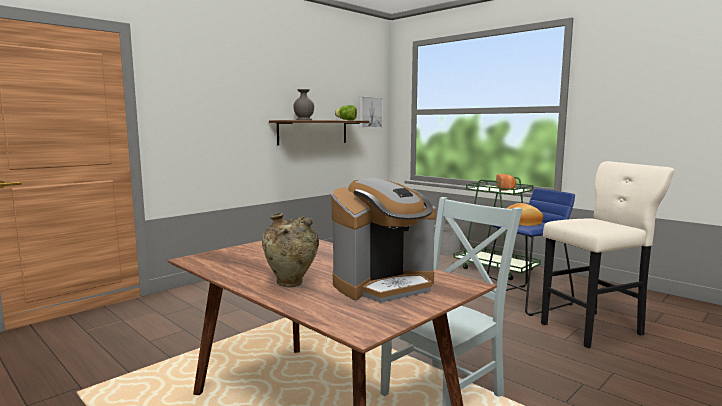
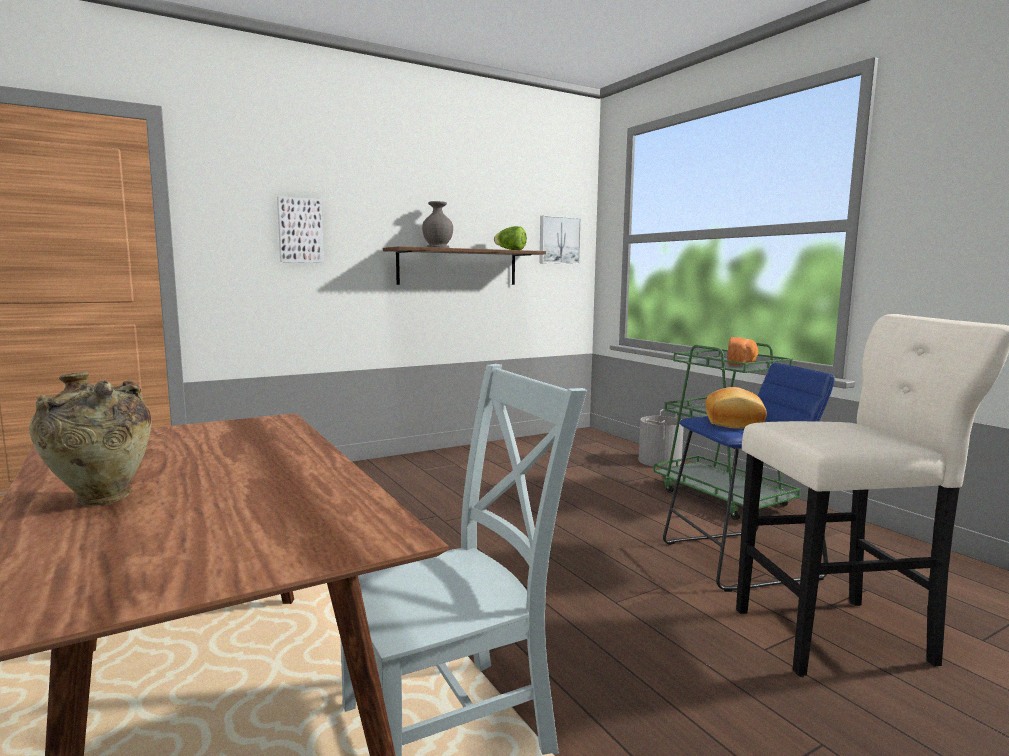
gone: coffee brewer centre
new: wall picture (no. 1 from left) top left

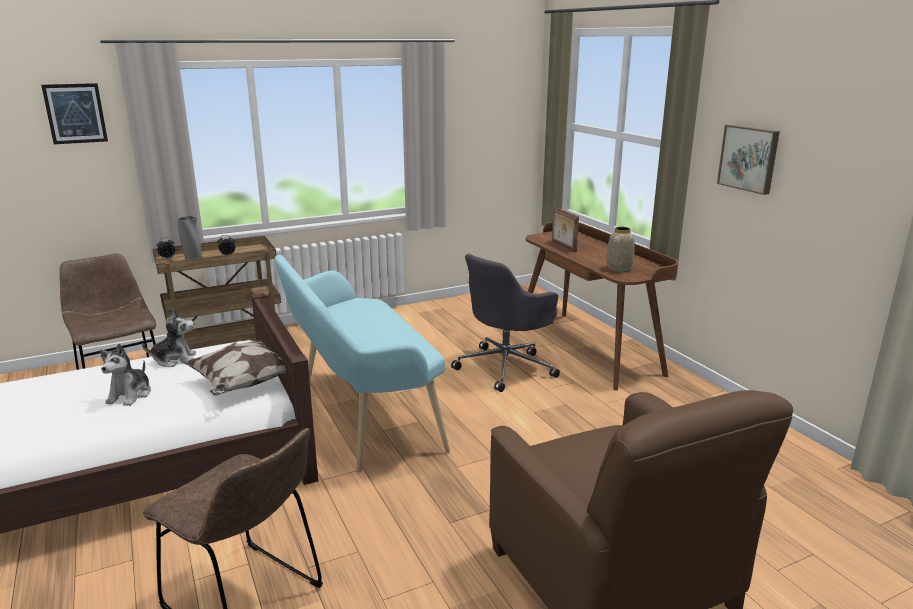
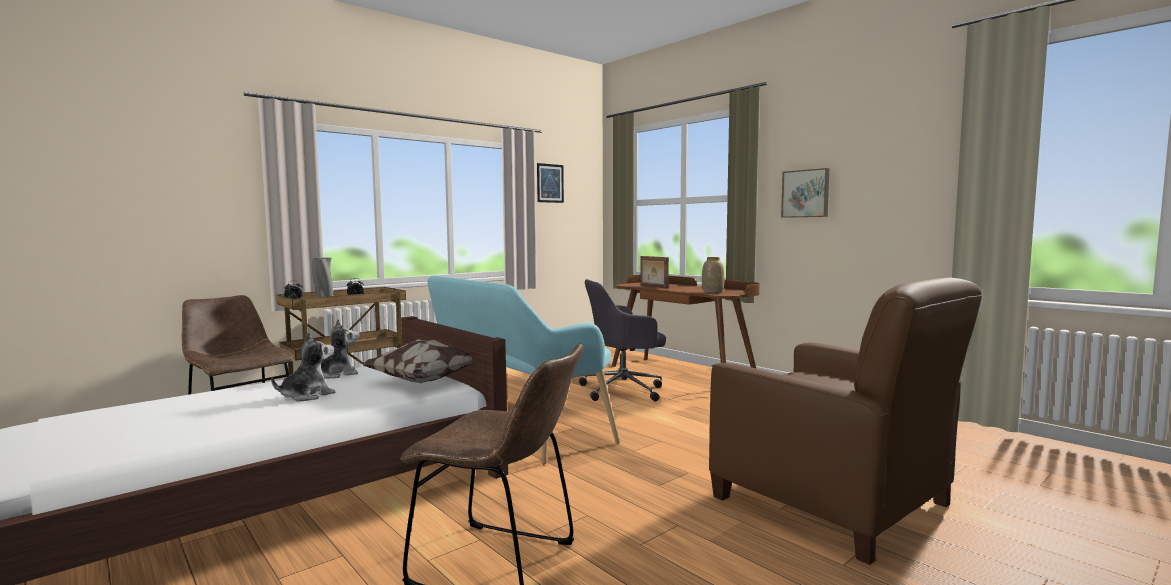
shifted: wall picture (no. 1 from left) top left to top centre
rotated: soft toy (no. 1 from left) middle left = middle left 135 degrees counterclockwise; greyish desk chair centre = centre 45 degrees clockwise

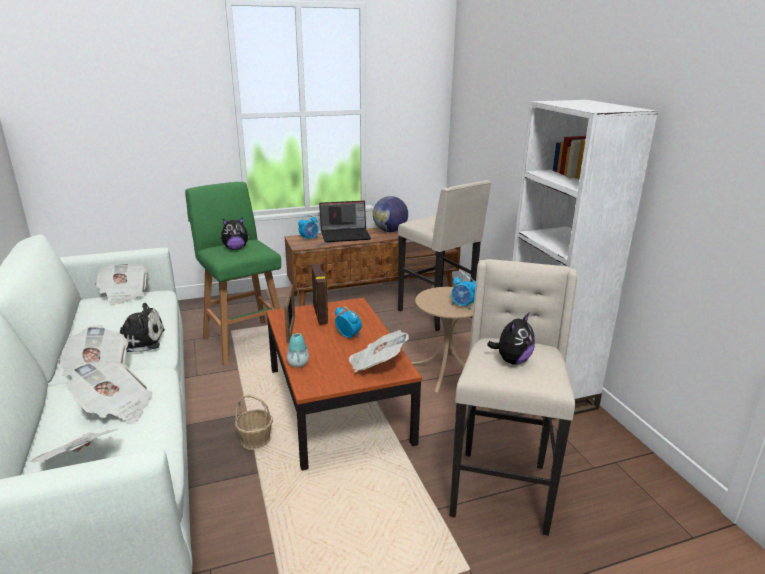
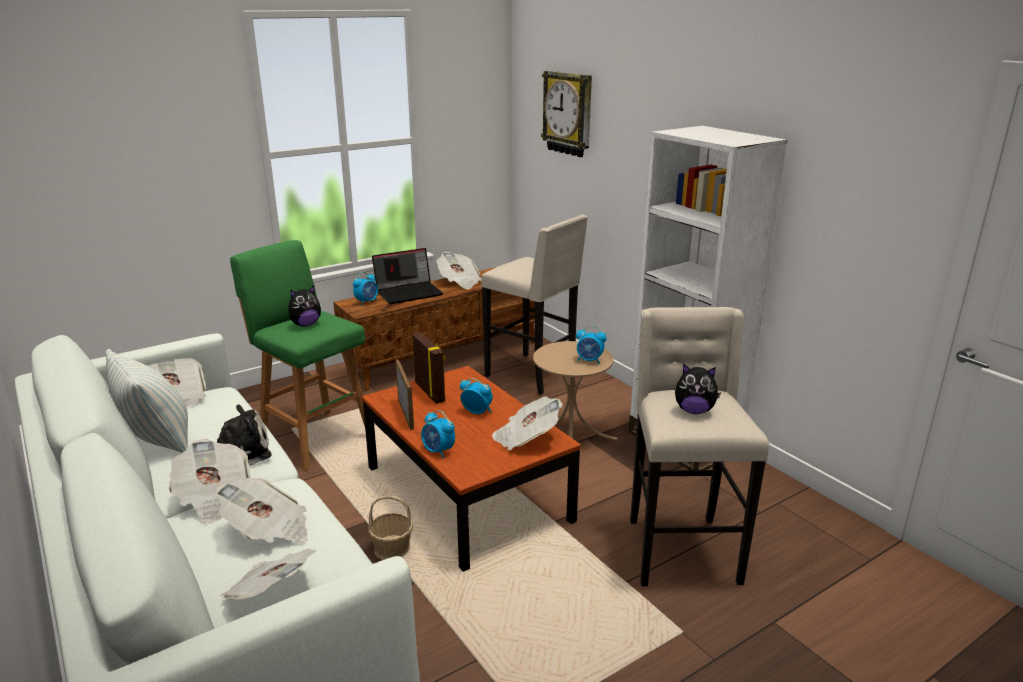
new: pillow middle left; clock on the wall top centre
swapped: vase centre to bedside clock (no. 2 from left) centre; world globe centre to newspaper (no. 5 from left) centre
rotated: soft toy (no. 3 from left) middle right = middle right 75 degrees clockwise

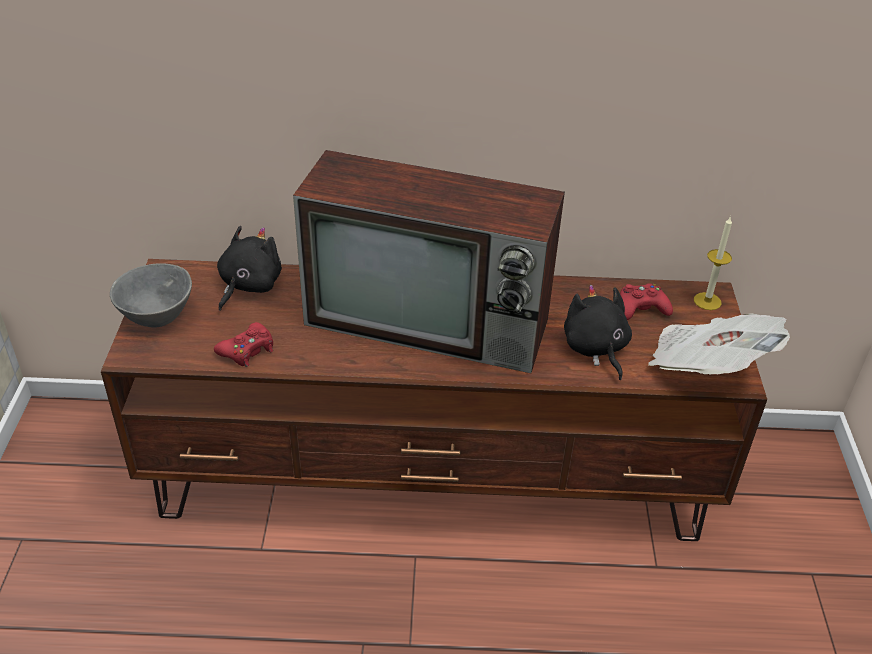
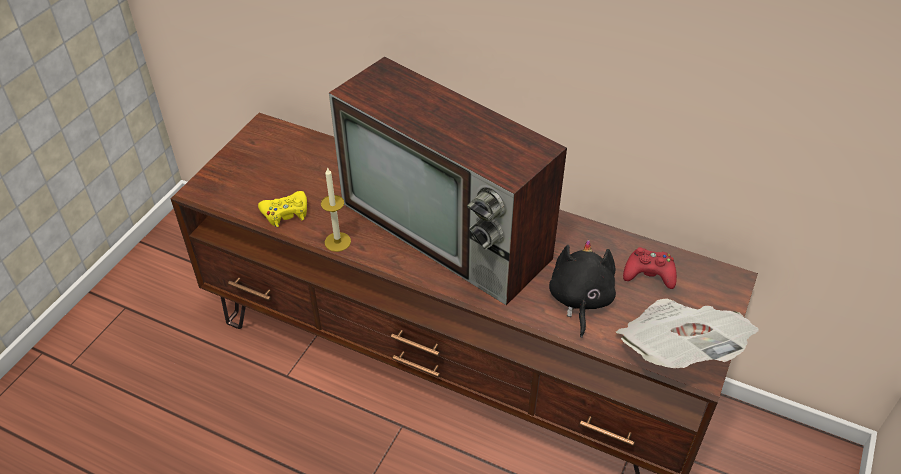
gone: greyish bowl middle left; blackish soft toy (no. 1 from left) middle left
shifted: candle middle right to centre
repainted: red joypad (no. 1 from left) middle left to yellowish joypad middle left

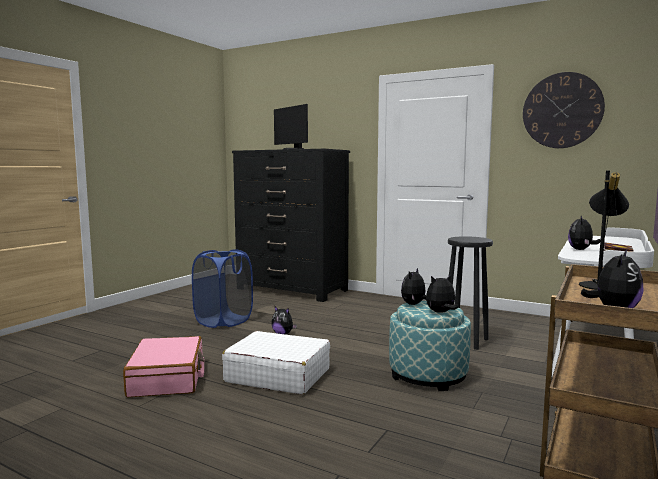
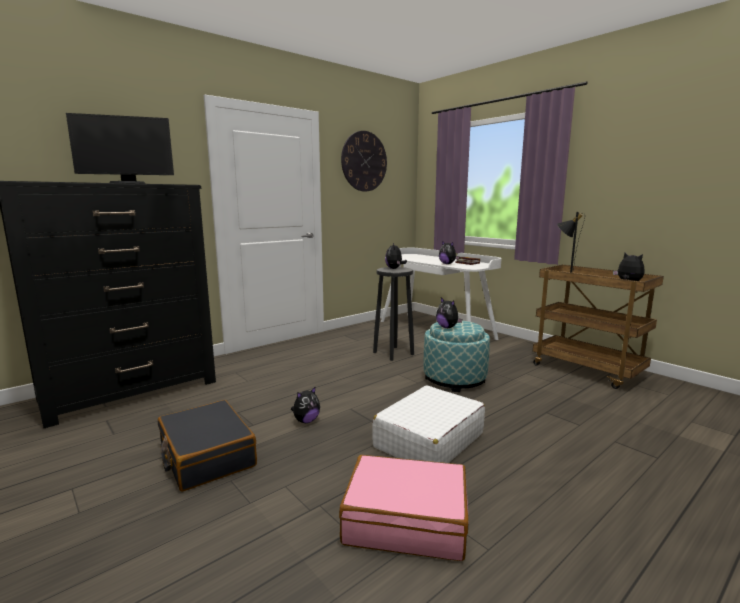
shifted: soft toy (no. 3 from left in the first image) middle right to soft toy (no. 2 from left) centre
swapped: blue laundry basket centre to blackish travel case bottom left

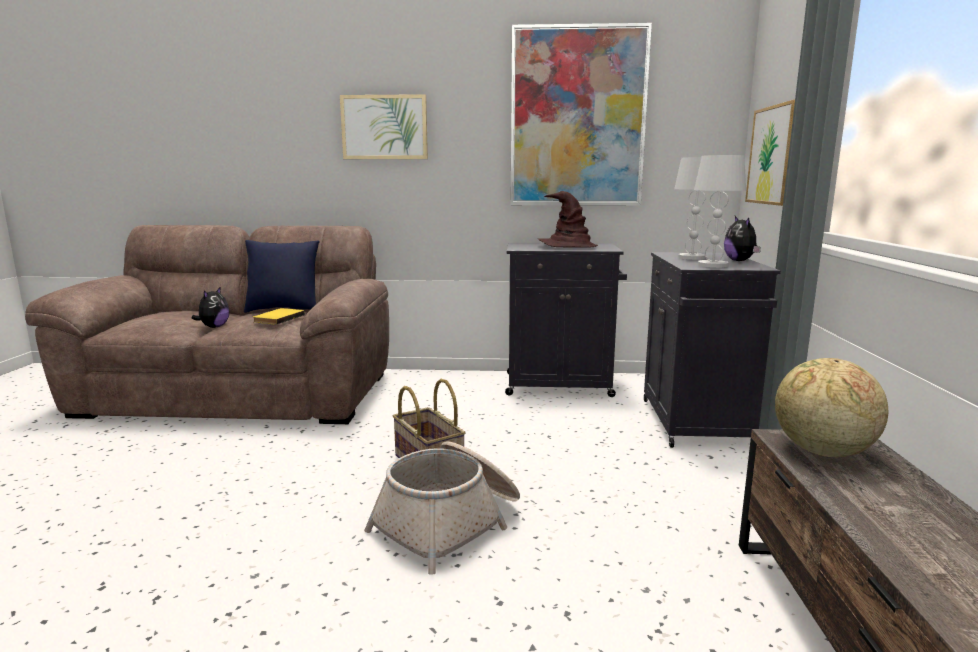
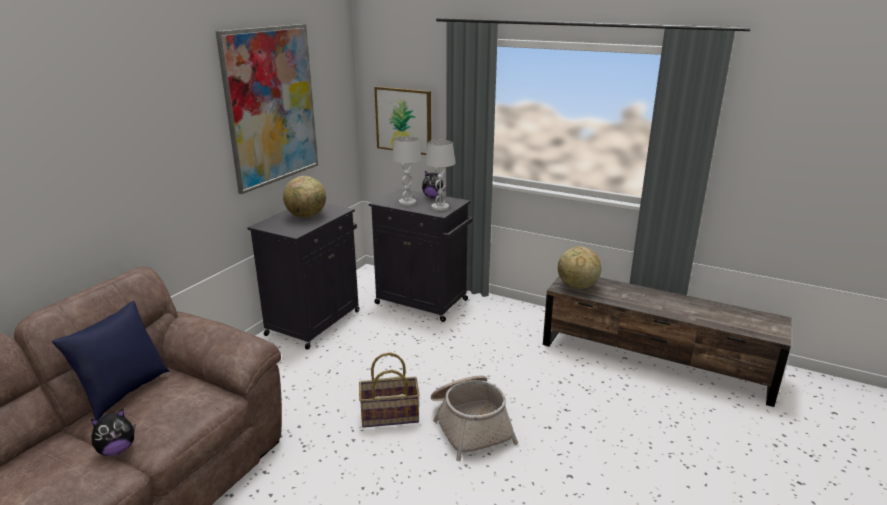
gone: yellowish book middle left; wall picture (no. 1 from left) top centre
swapped: brown hat centre to world globe (no. 1 from left) centre
rotated: soft toy (no. 1 from left) middle left = bottom left 105 degrees clockwise

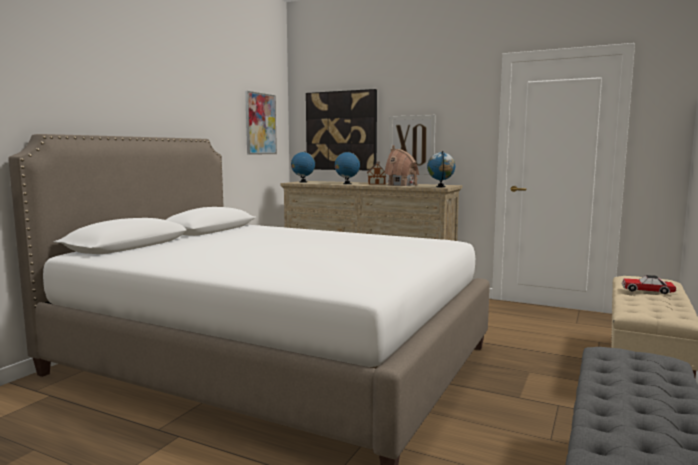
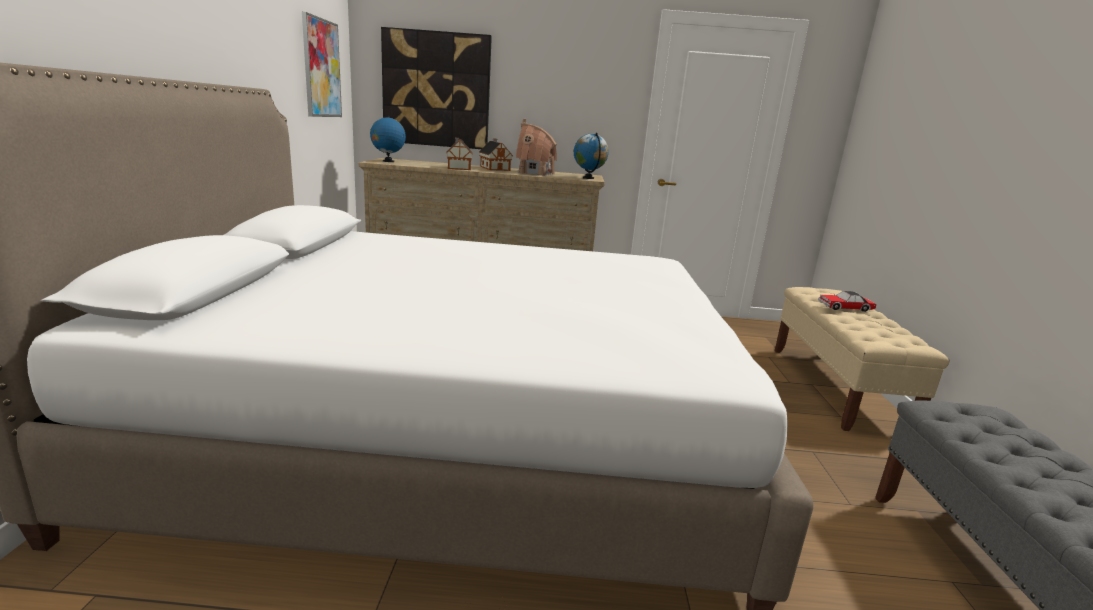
gone: wall picture (no. 3 from left) top centre
swapped: world globe (no. 2 from left) centre to model house (no. 1 from left) top centre

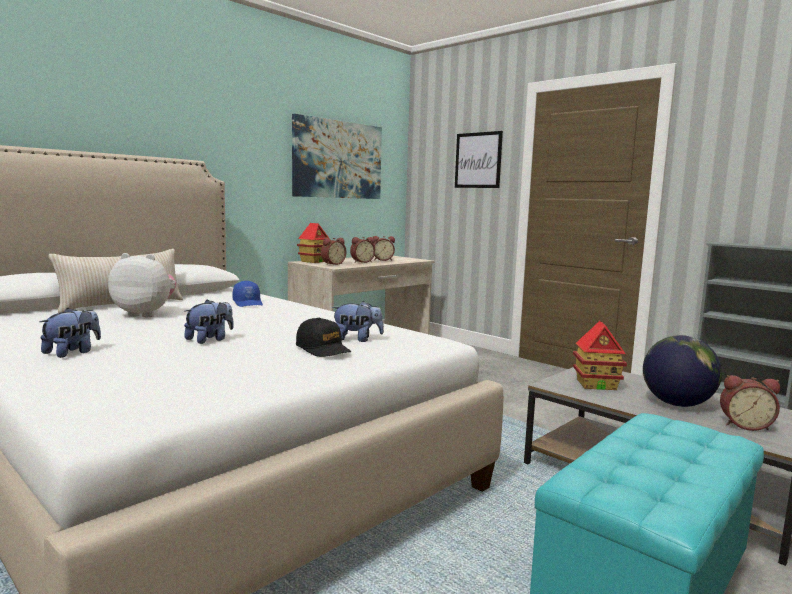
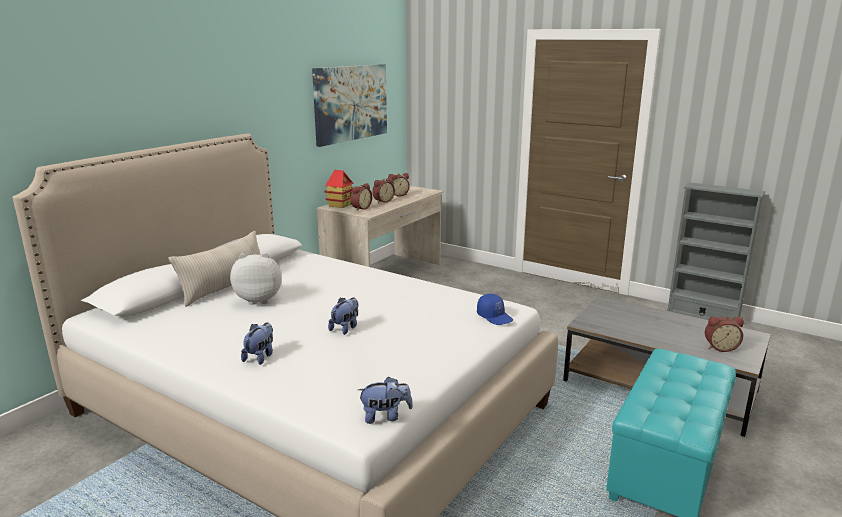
gone: blackish peaked cap centre; wall picture (no. 2 from left) top centre; model house (no. 2 from left) middle right; world globe middle right
shifted: soft toy (no. 4 from left) centre to bottom centre; blue peaked cap middle left to centre

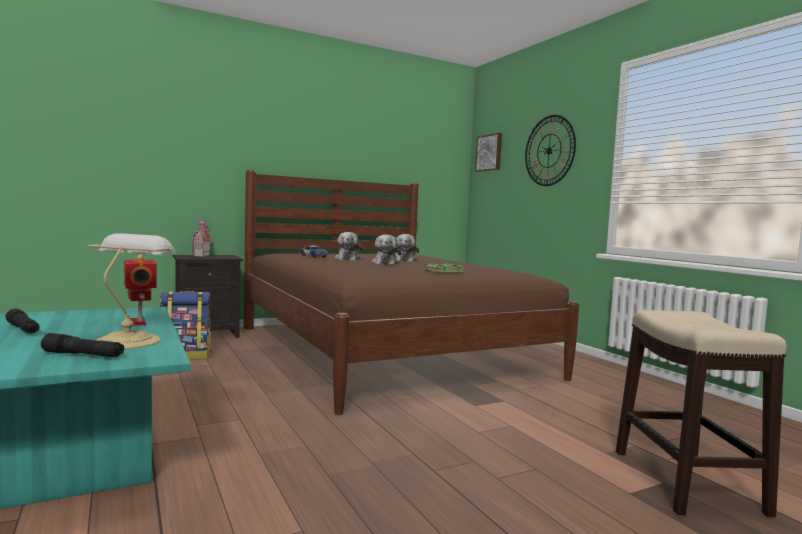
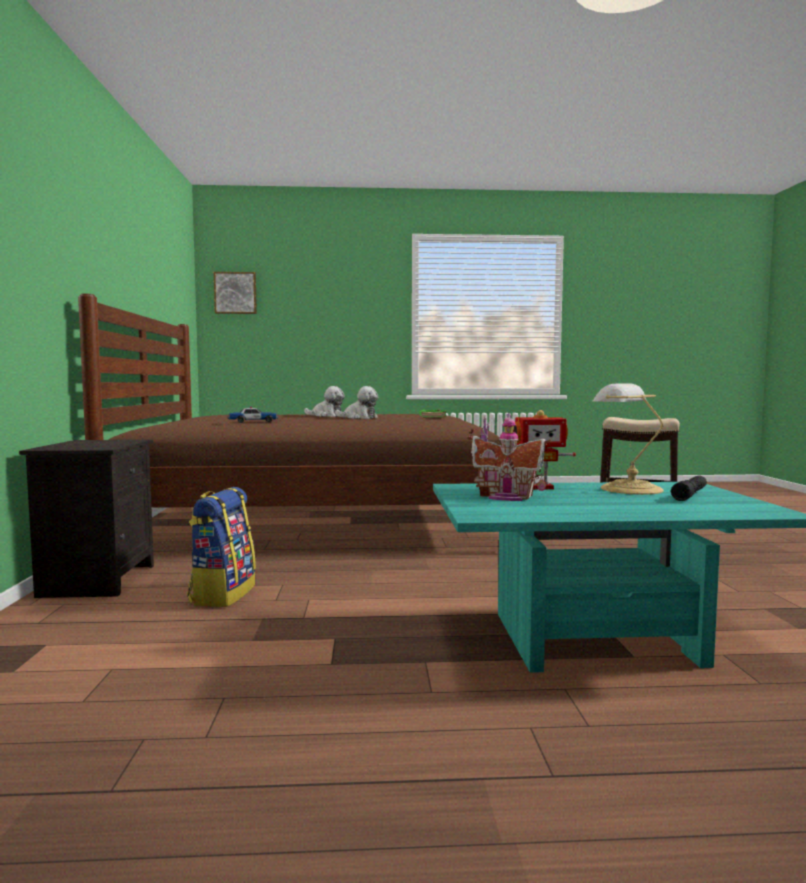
gone: blackish torch (no. 1 from left) middle left; soft toy (no. 1 from left) centre; clock on the wall top right
shifted: model house middle left to centre

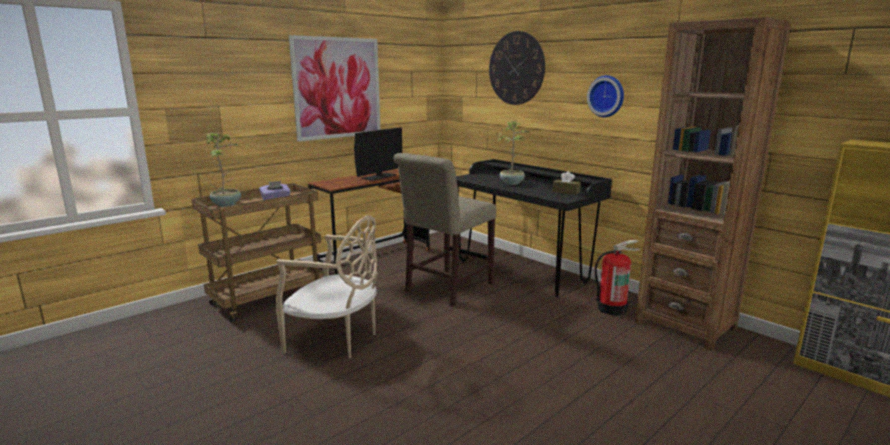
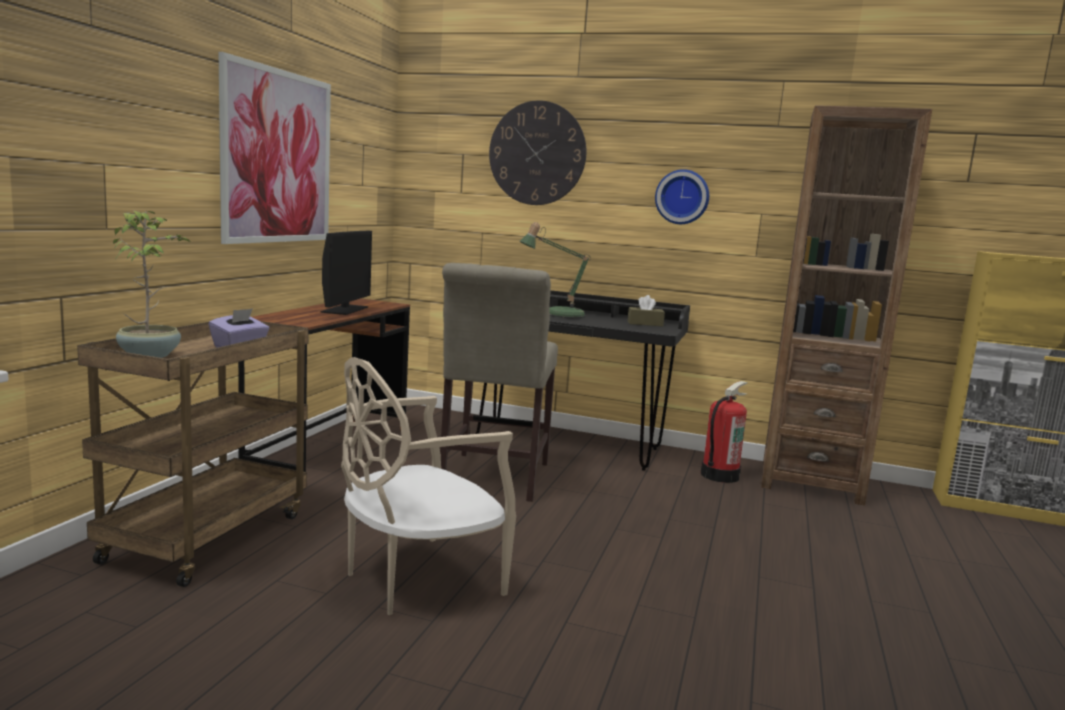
swapped: plant in a pot (no. 2 from left) centre to tabletop lamp centre
rotated: beige chair (no. 1 from left) centre = bottom centre 150 degrees clockwise

